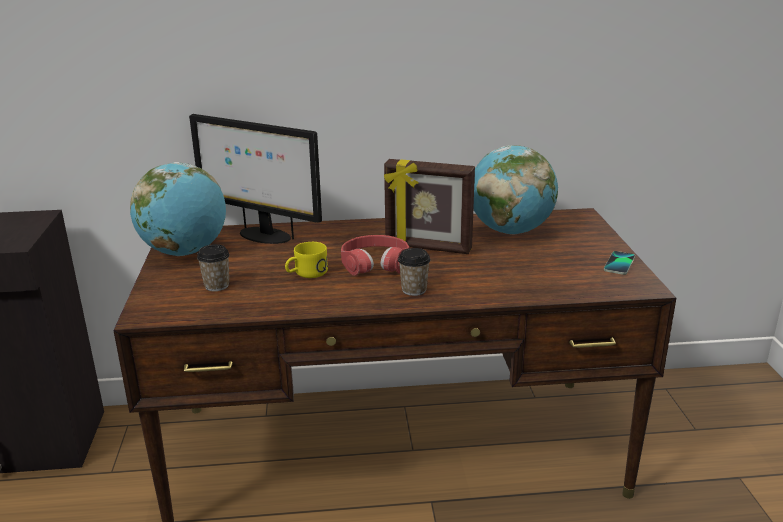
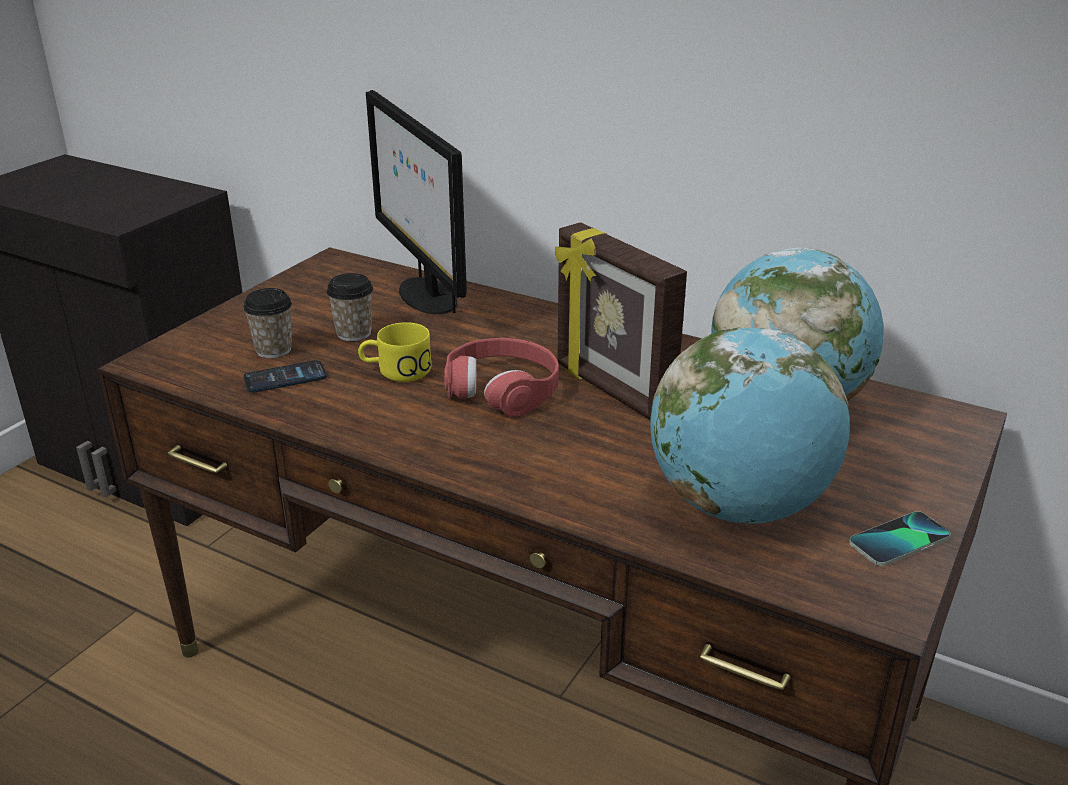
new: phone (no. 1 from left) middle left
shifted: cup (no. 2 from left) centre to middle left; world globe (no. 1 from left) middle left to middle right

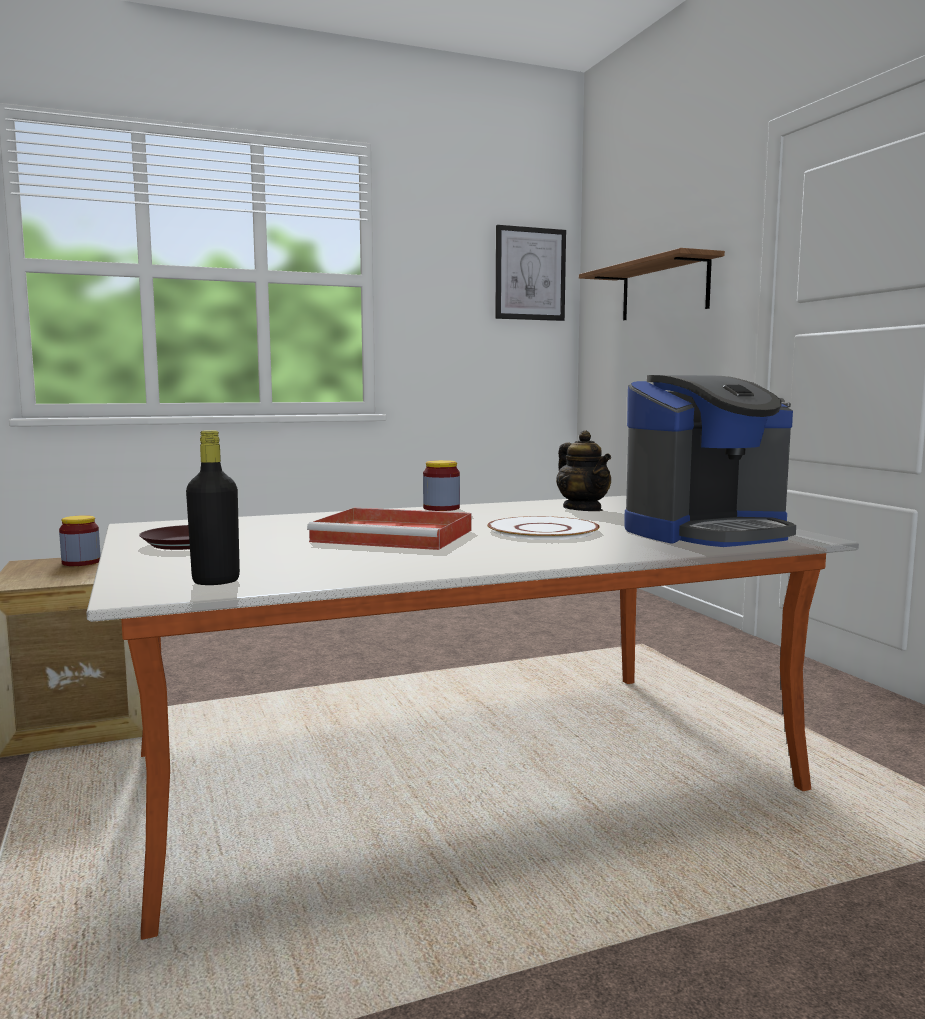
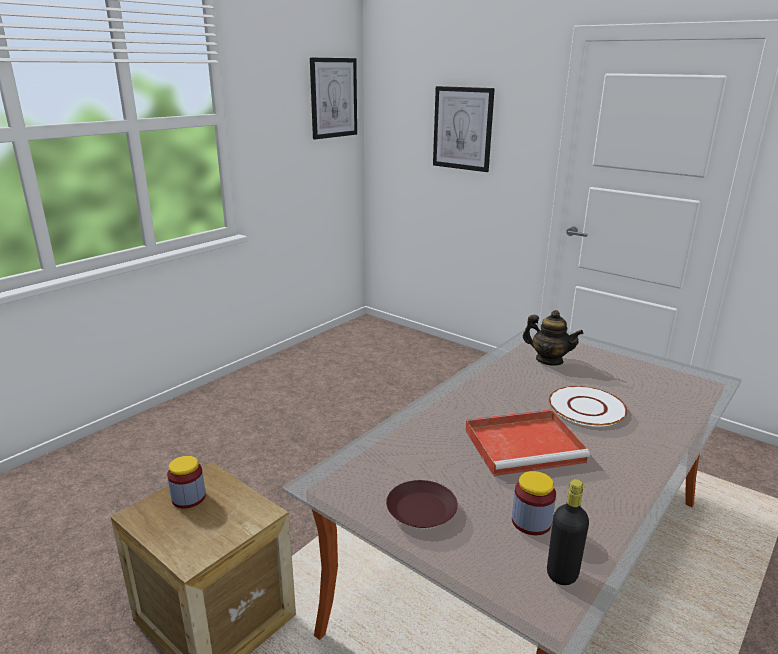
gone: coffee brewer middle right
shifted: preserve jar (no. 2 from left) centre to bottom right
swapped: wall shelf top right to wall picture (no. 2 from left) top centre

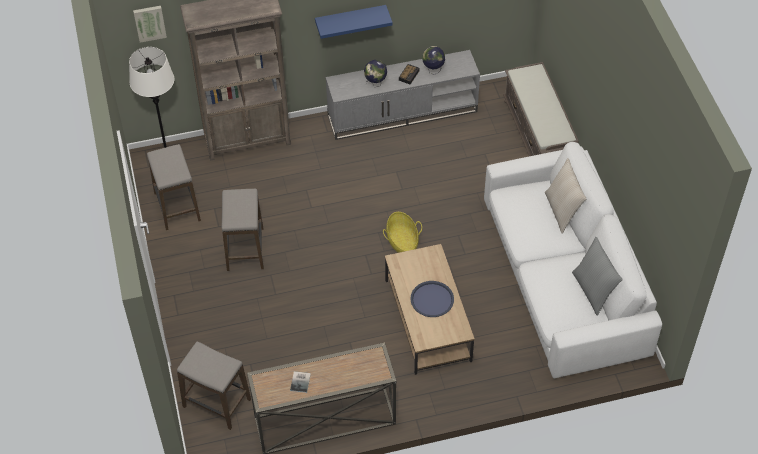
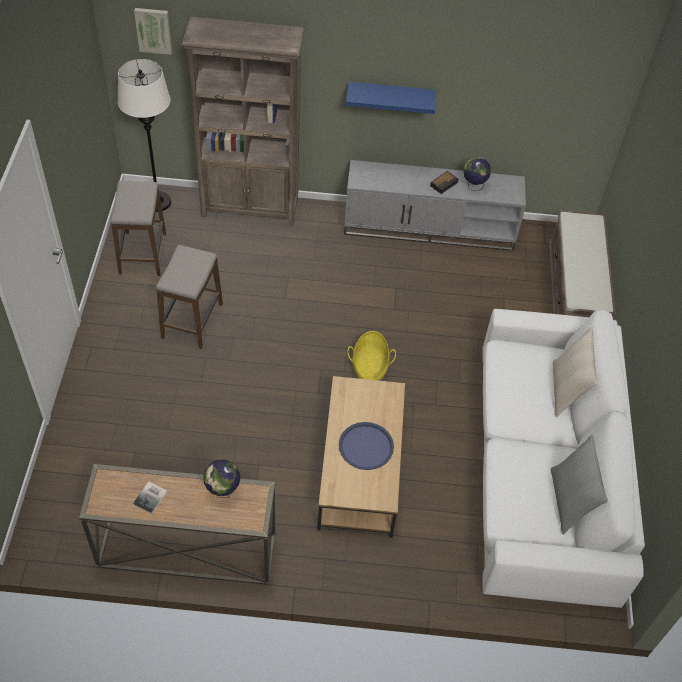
gone: stool (no. 2 from left) bottom left
shifted: world globe (no. 1 from left) top centre to bottom left

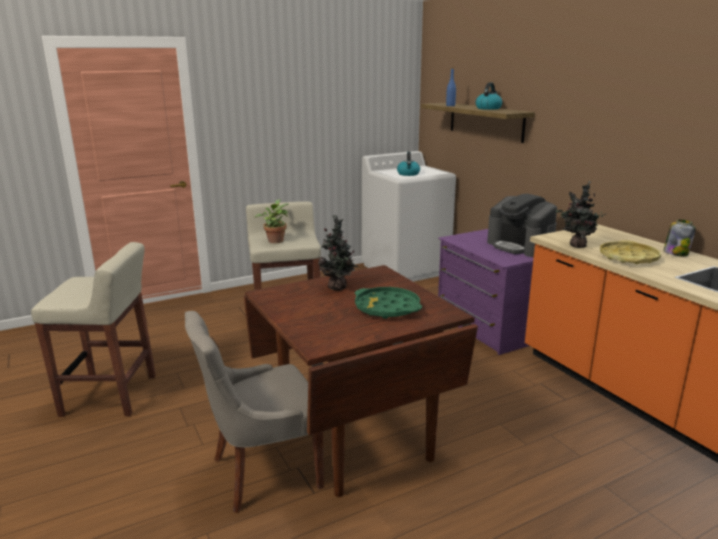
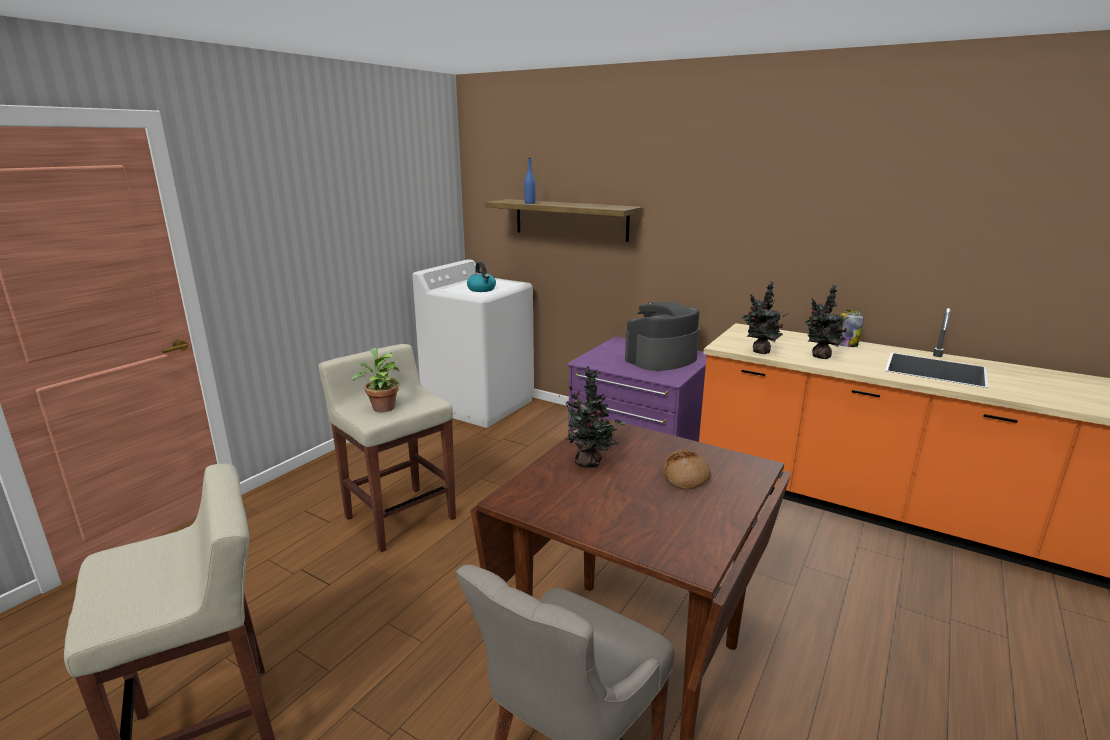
gone: tea kettle (no. 2 from left) top right
swapped: green-coloured carrying tray centre to baked bread centre; yellowish carrying tray middle right to plant in a pot (no. 4 from left) middle right
rotated: coffee brewer middle right = centre 120 degrees clockwise

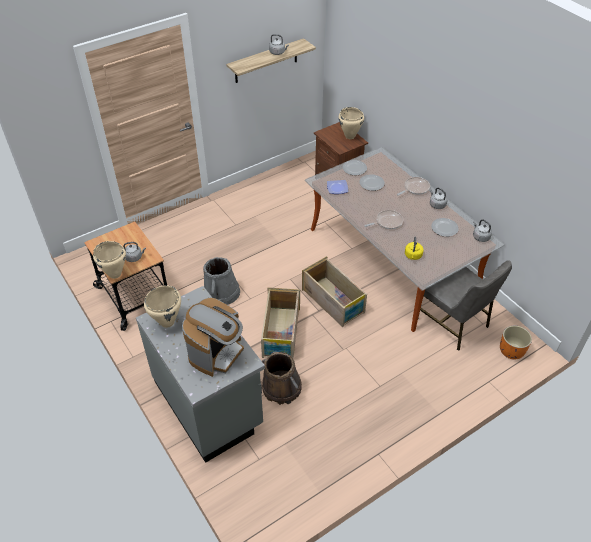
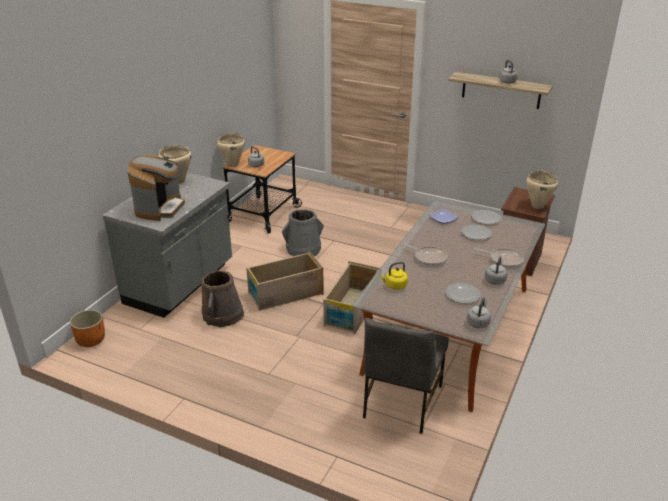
shifted: orange-coloured plant pot middle right to middle left
rotated: coffee brewer centre = middle left 75 degrees counterclockwise

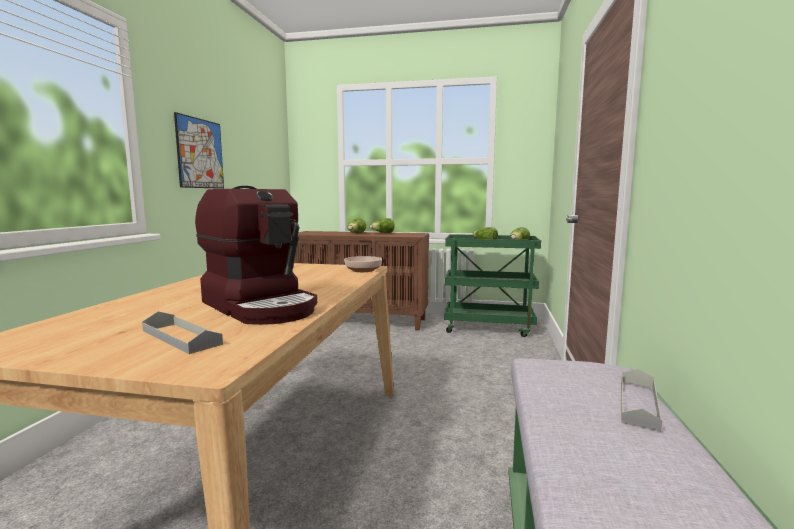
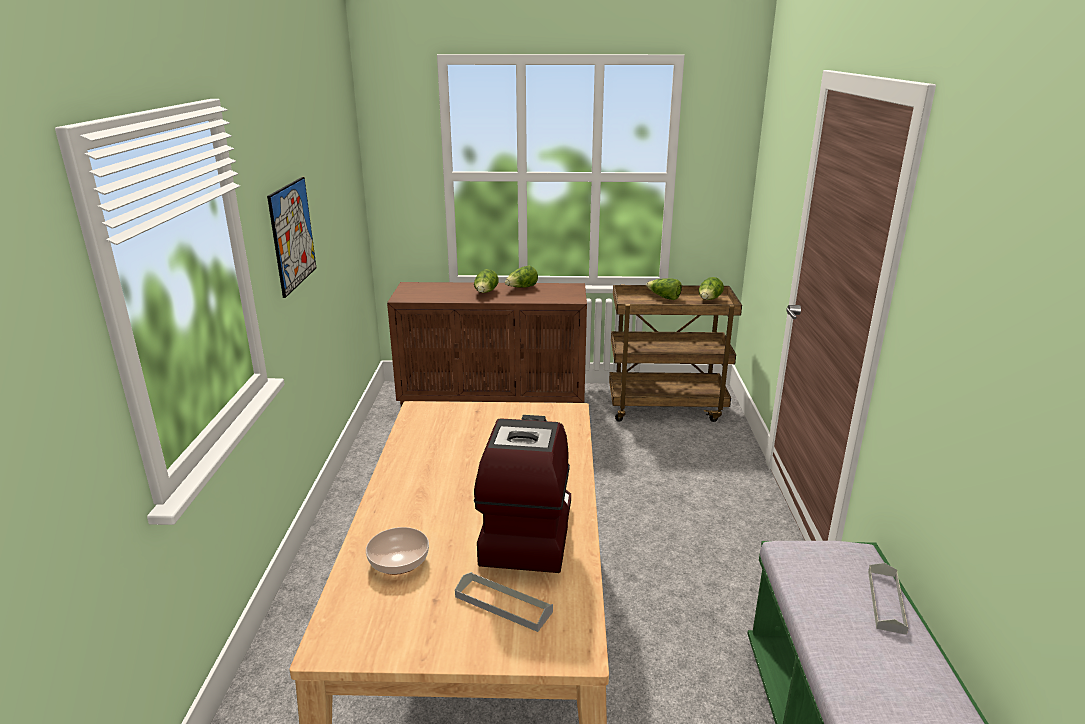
shifted: bowl centre to bottom centre
repainted: green-coloured cart centre to brown cart centre
rotated: coffee brewer middle left = bottom centre 120 degrees counterclockwise

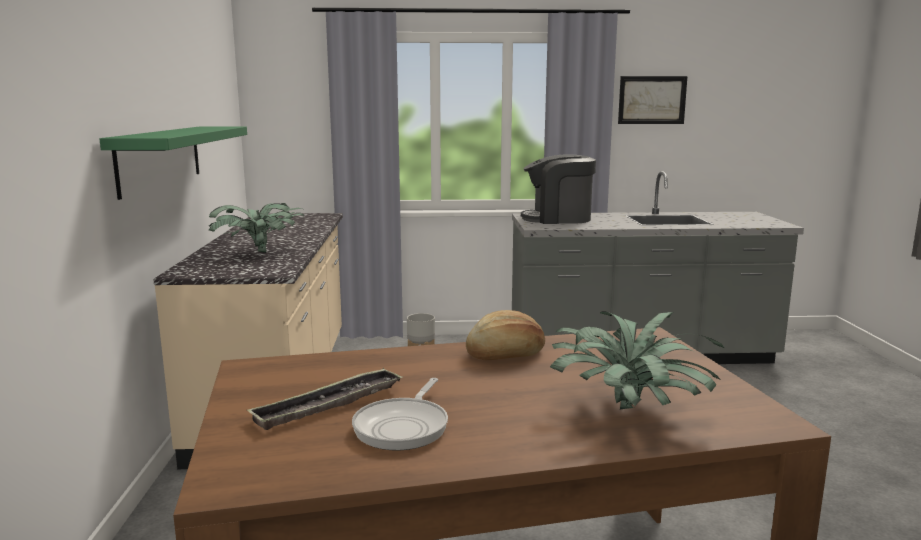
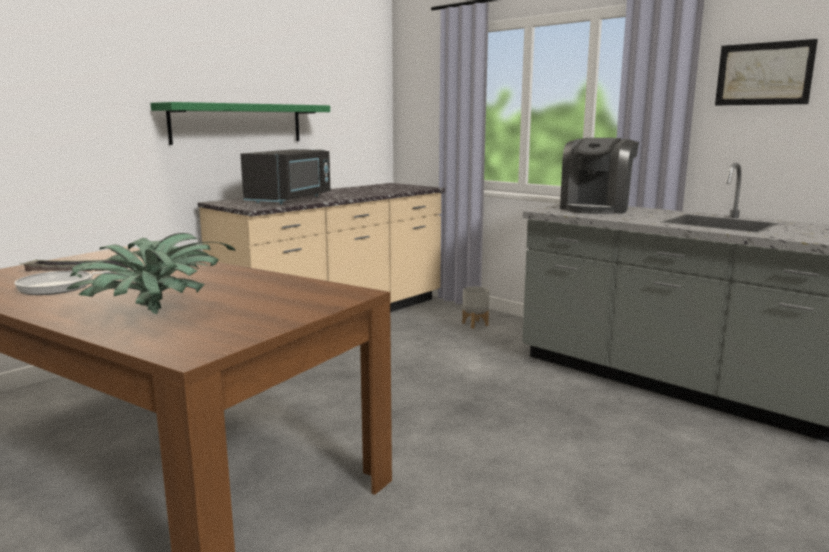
gone: baked bread centre
swapped: plant in a pot (no. 1 from left) middle left to blackish microwave top centre
rotated: coffee brewer centre = top right 105 degrees counterclockwise

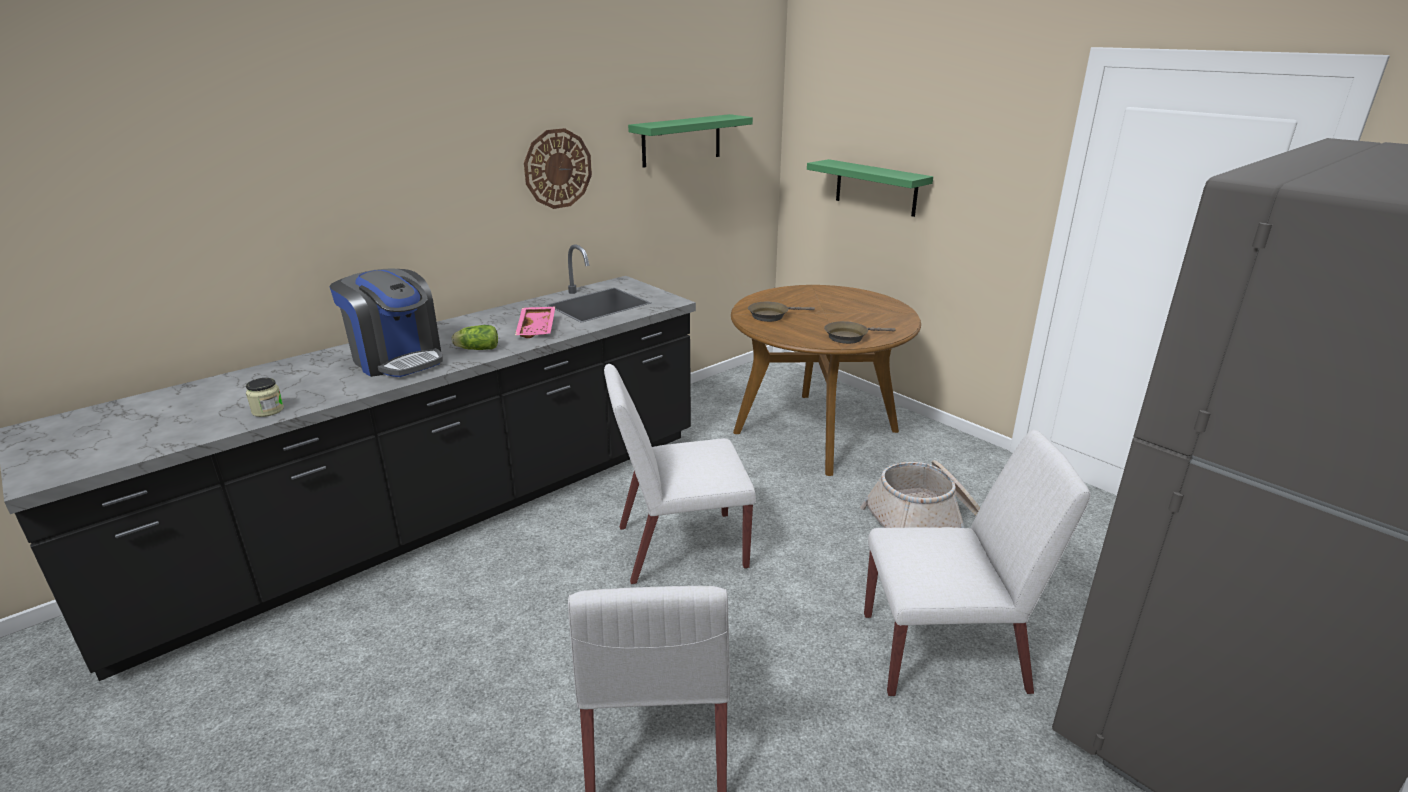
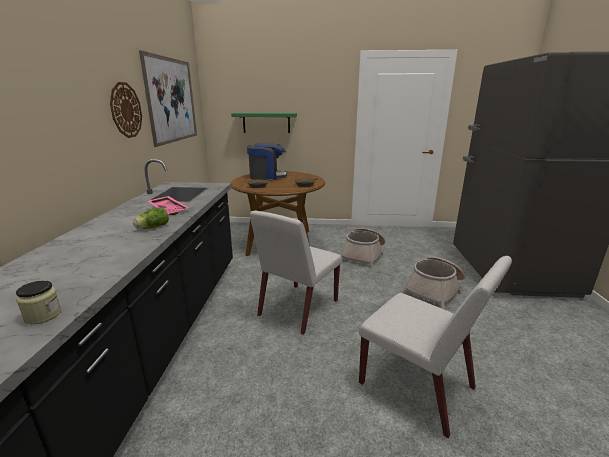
shifted: coffee brewer middle left to centre
swapped: green-coloured wall shelf (no. 1 from left) top centre to wall picture top left; white-coloured chair (no. 3 from left) bottom right to household basket (no. 2 from left) middle right

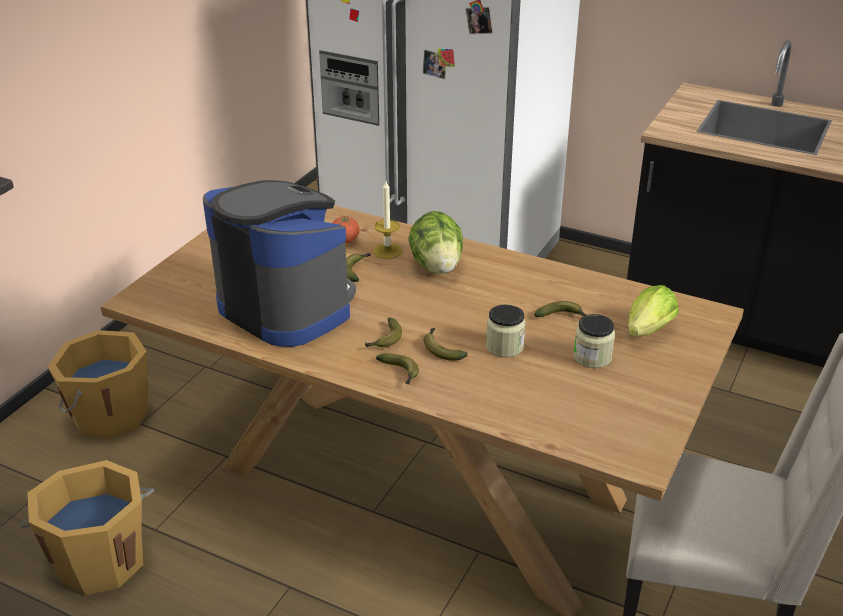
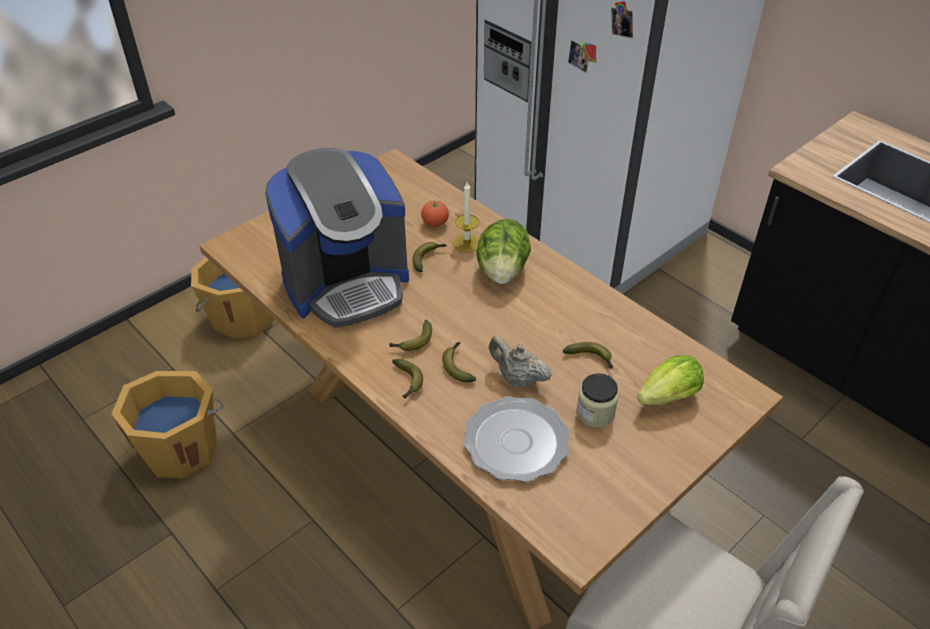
new: plate bottom centre
swapped: preserve jar (no. 1 from left) centre to beige pot for tea centre
rotated: coffee brewer middle left = centre 90 degrees clockwise

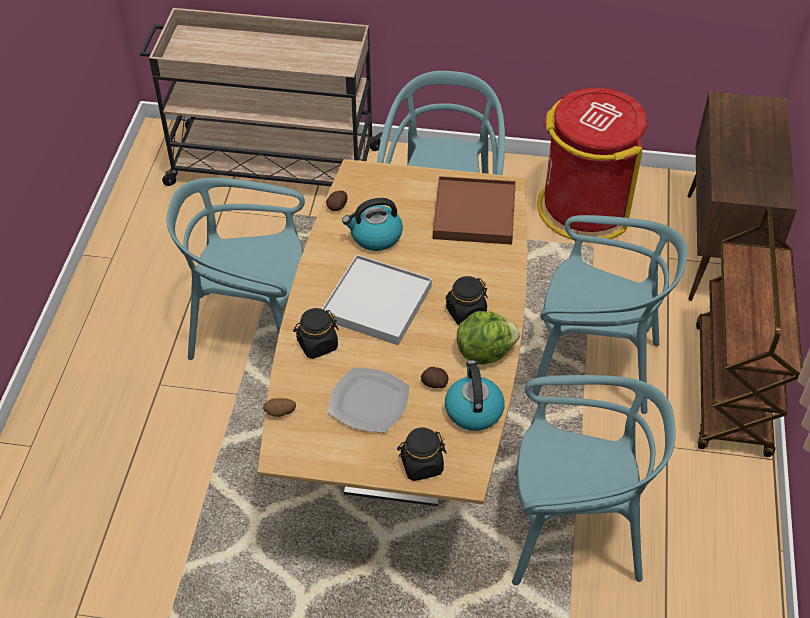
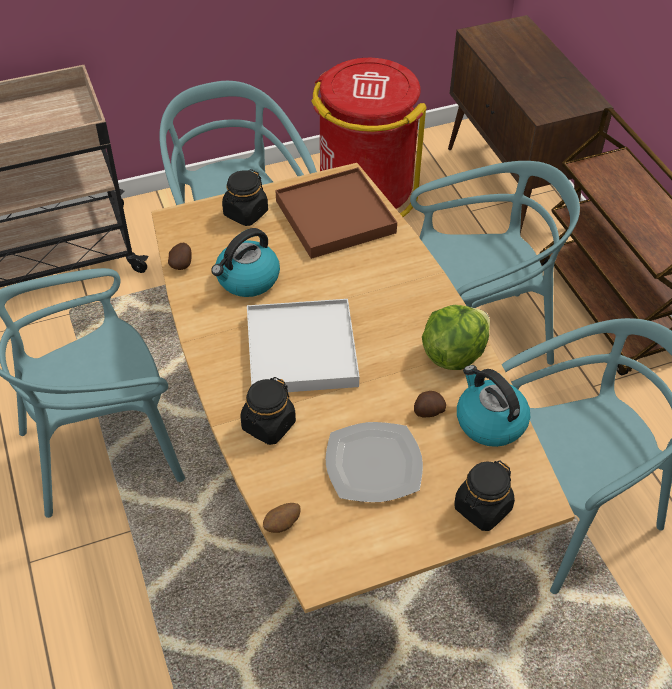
shifted: blackish preserve jar (no. 3 from left in the first image) centre to blackish preserve jar (no. 1 from left) top centre

